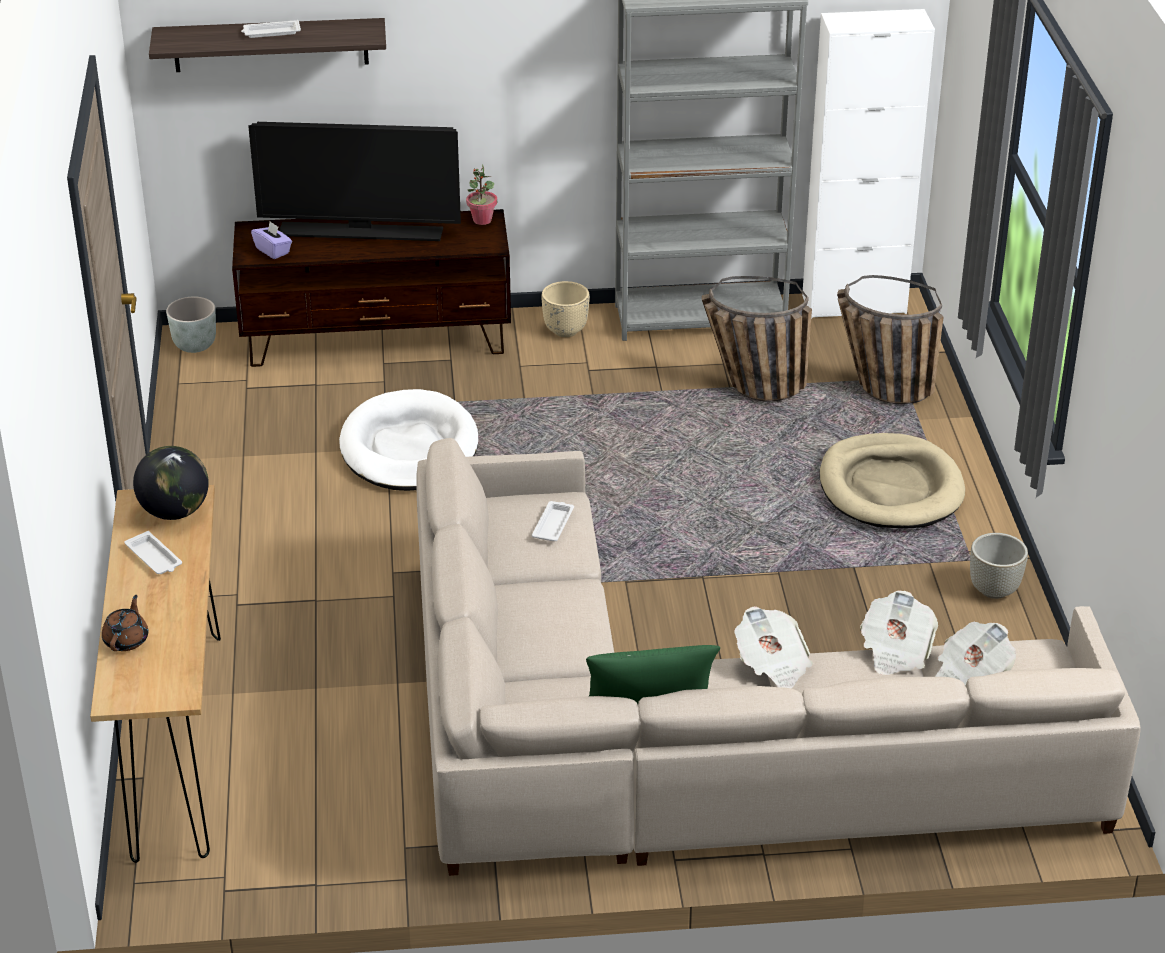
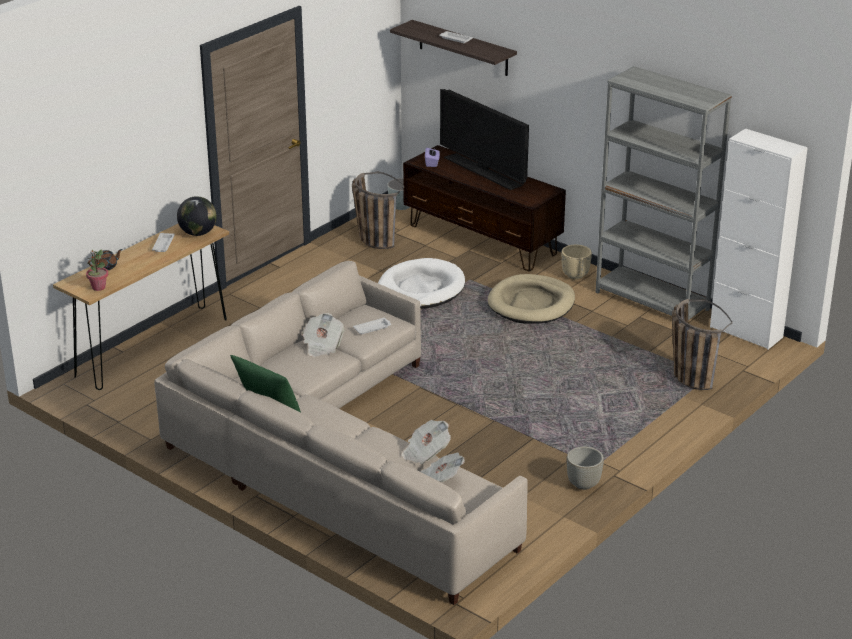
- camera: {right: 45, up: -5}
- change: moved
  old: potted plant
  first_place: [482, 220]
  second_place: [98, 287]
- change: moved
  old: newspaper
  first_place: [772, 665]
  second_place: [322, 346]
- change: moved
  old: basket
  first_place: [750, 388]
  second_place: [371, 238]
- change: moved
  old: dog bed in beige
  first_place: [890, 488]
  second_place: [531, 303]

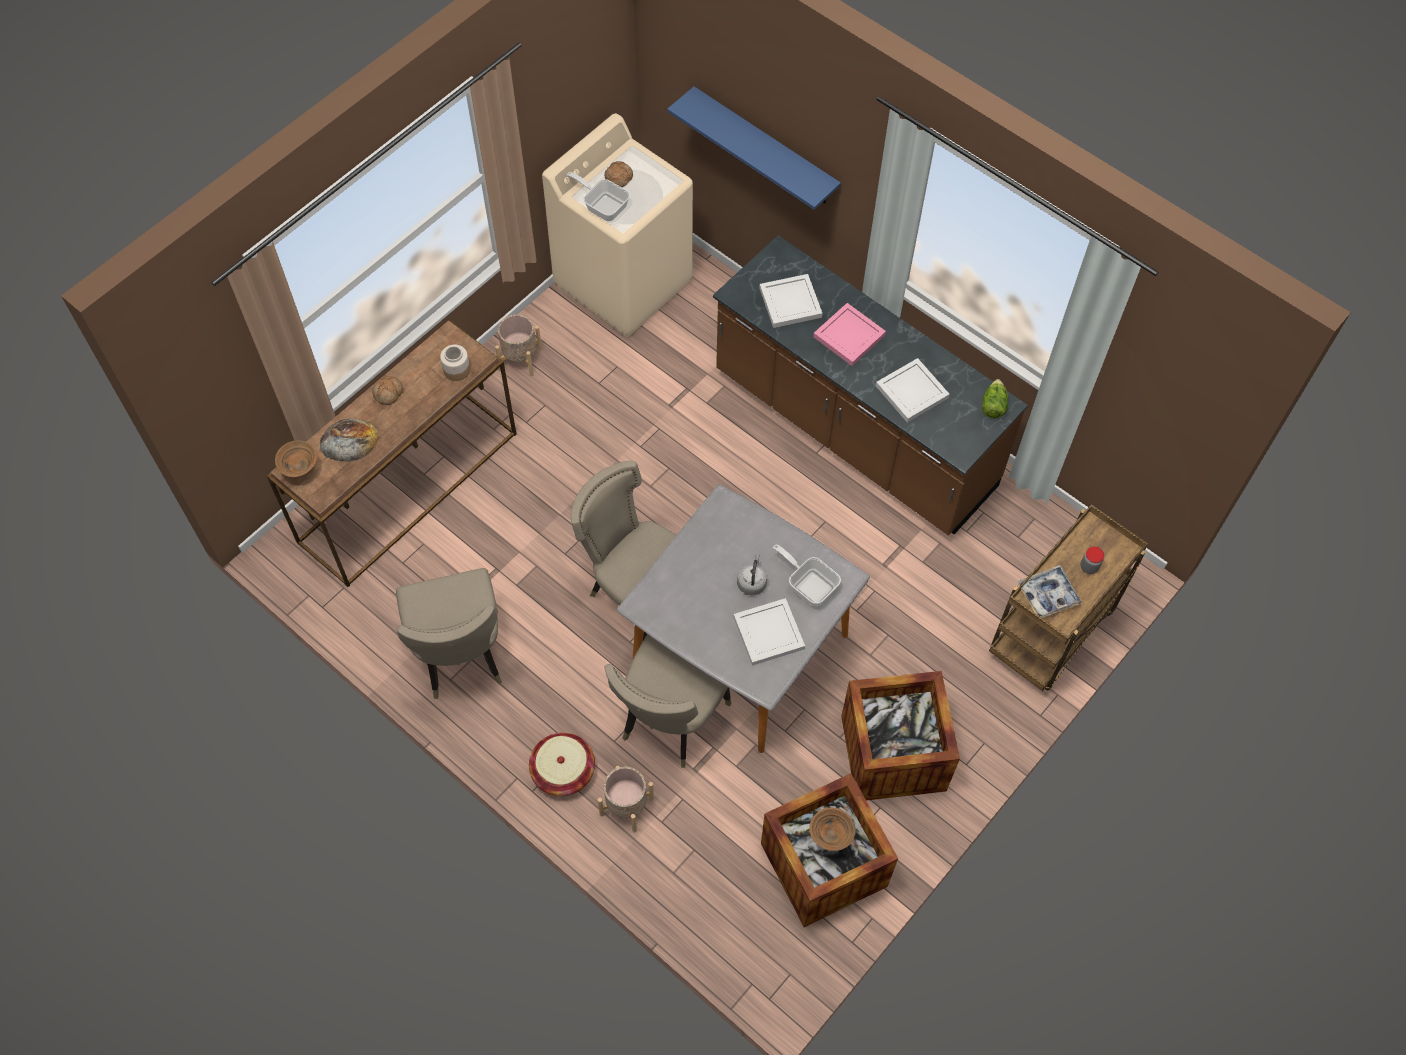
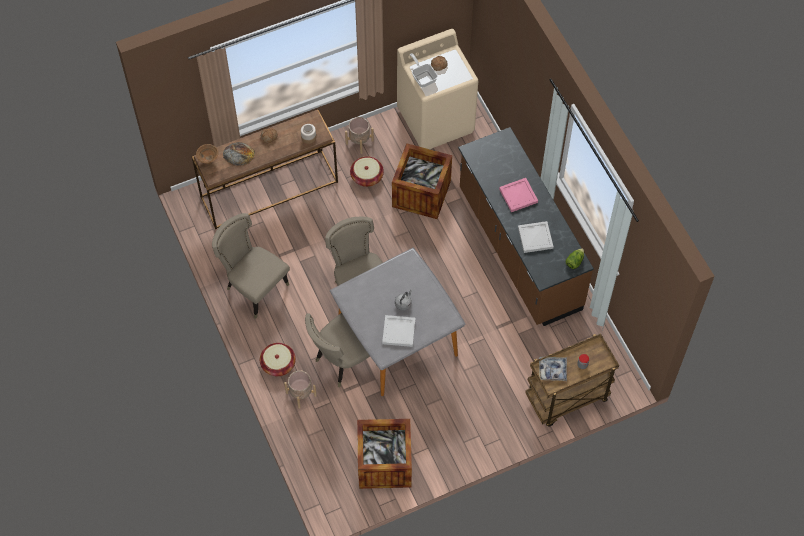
- camera: {right: 25, up: 0}
- change: turned
  old: chair in beige
  first_place: [460, 658]
  second_place: [254, 287]
  degrees: 120
- change: added
  new: basket
  second_place: [367, 176]
- change: moved
  old: crate
  first_place: [893, 753]
  second_place: [421, 193]
- change: removed
  old: shelf in blue
  first_place: [765, 147]
- change: removed
  old: tray in white
  first_place: [791, 302]
- change: removed
  old: frying pan
  first_place: [809, 584]
- change: removed
  old: bowl in brown
  first_place: [831, 837]

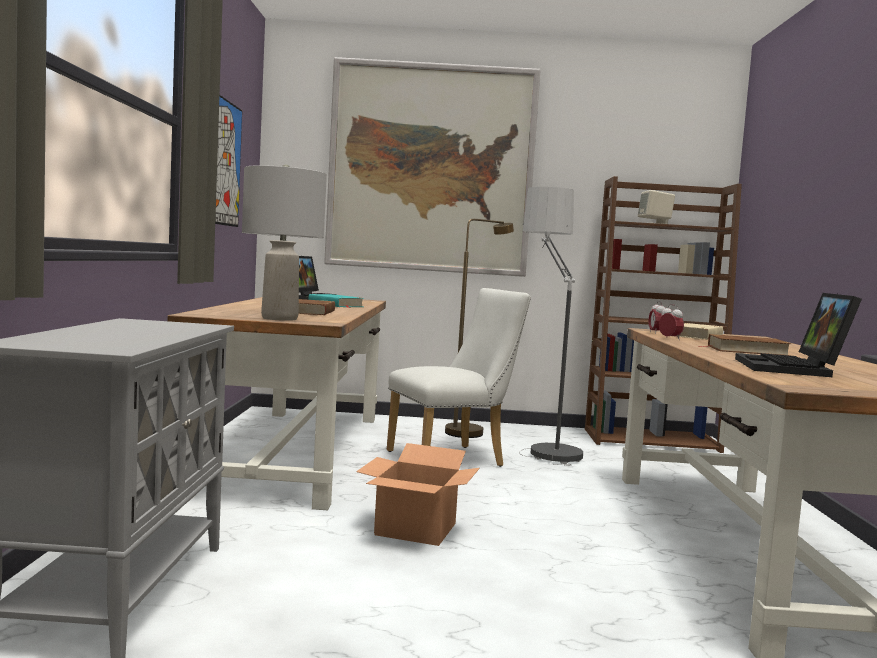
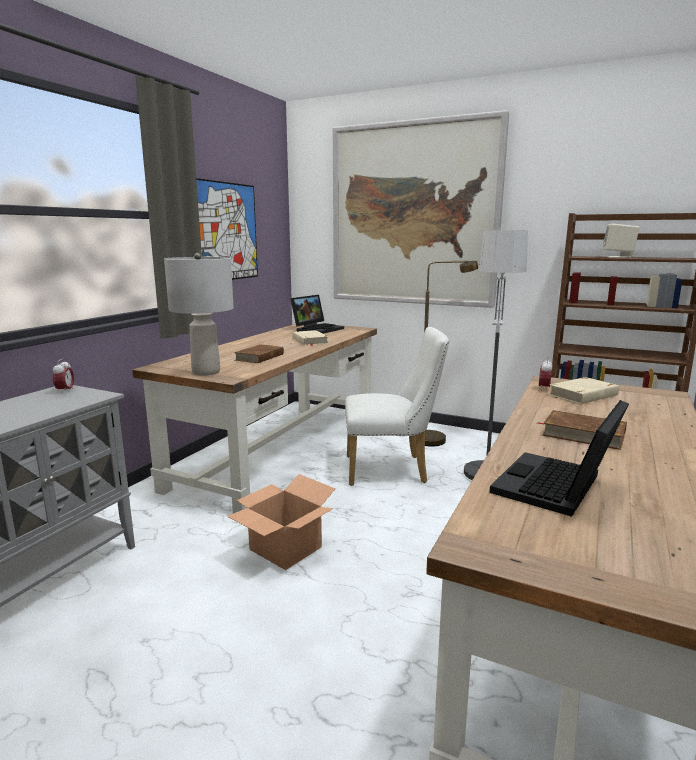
- camera: {right: 25, up: 10}
- change: moved
  old: alarm clock
  first_place: [670, 339]
  second_place: [65, 391]
- change: recoloured
  old: book in turquoise
  new: book in beige
  first_place: [335, 305]
  second_place: [310, 341]

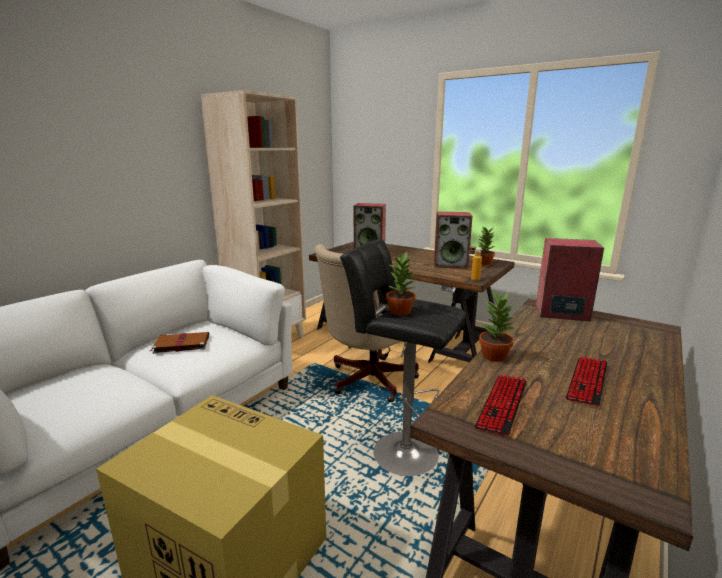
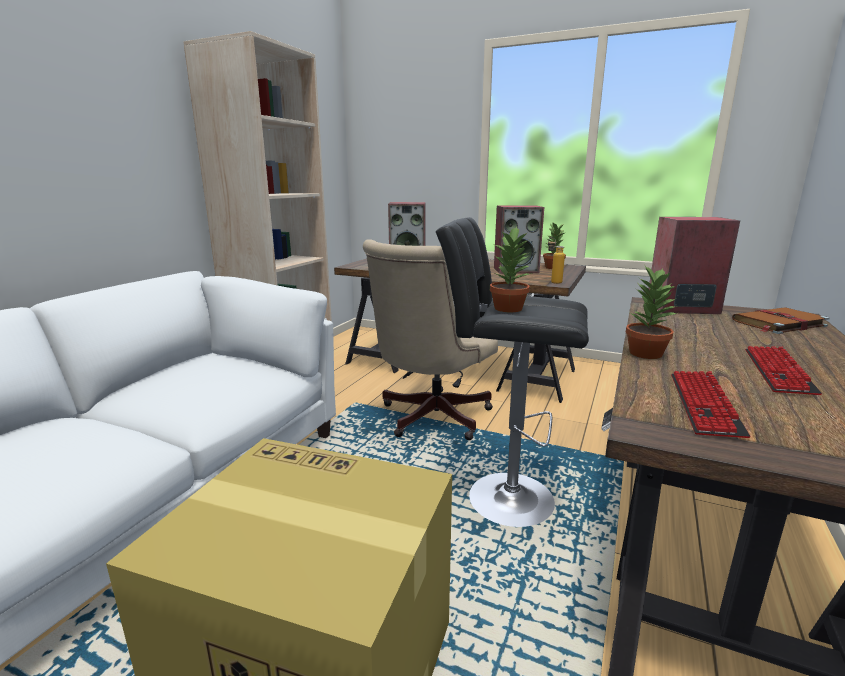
- camera: {right: -10, up: 0}
- change: moved
  old: book in brown
  first_place: [181, 344]
  second_place: [777, 323]

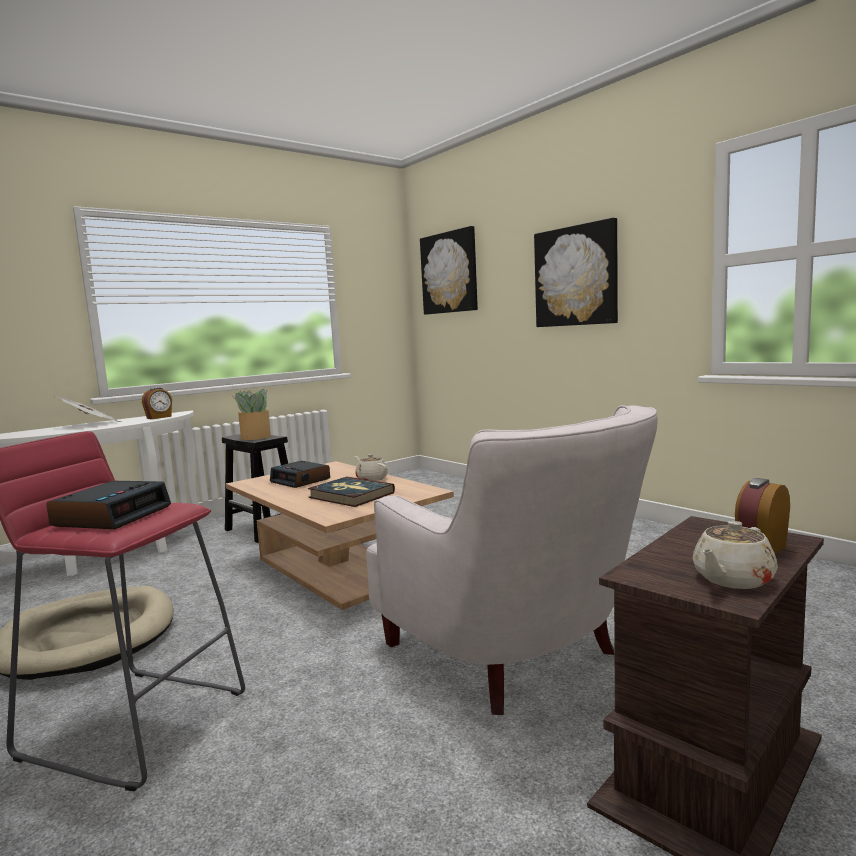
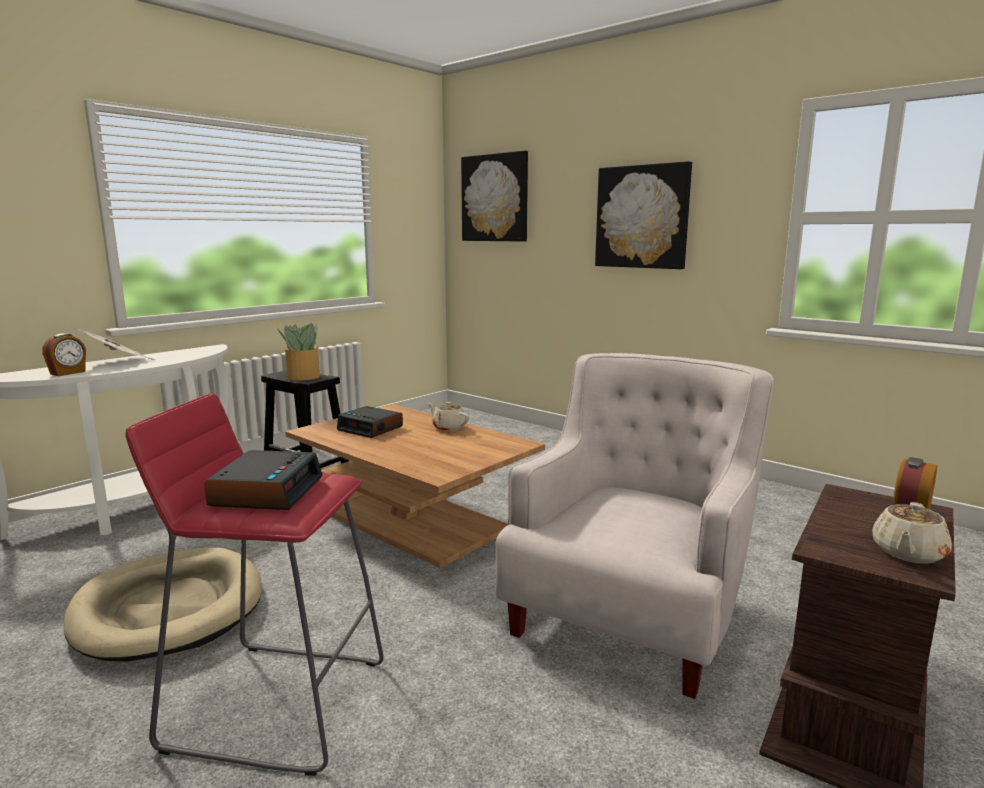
- camera: {right: -10, up: 5}
- change: moved
  old: alarm clock
  first_place: [159, 417]
  second_place: [68, 373]
- change: turned
  old: armchair in white
  first_place: [513, 654]
  second_place: [632, 609]
  degrees: -105
- change: removed
  old: book
  first_place: [351, 495]

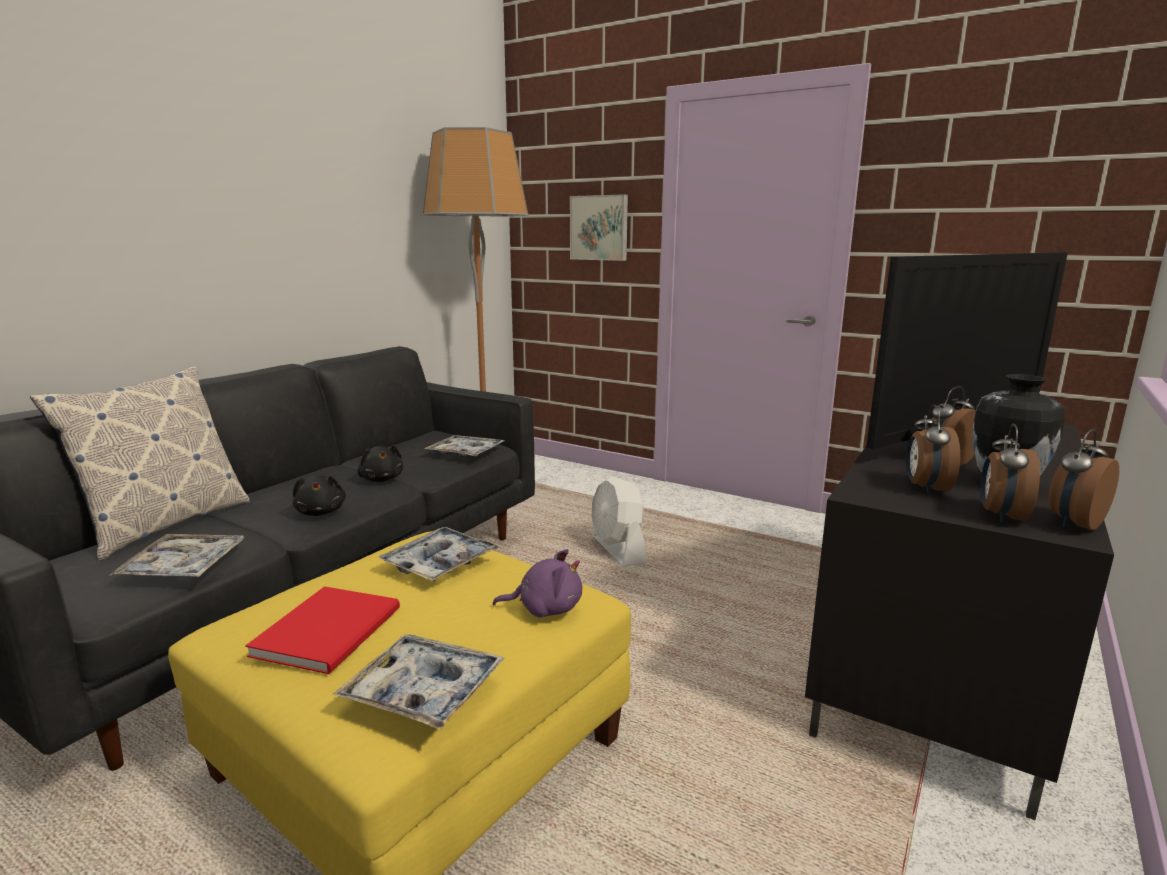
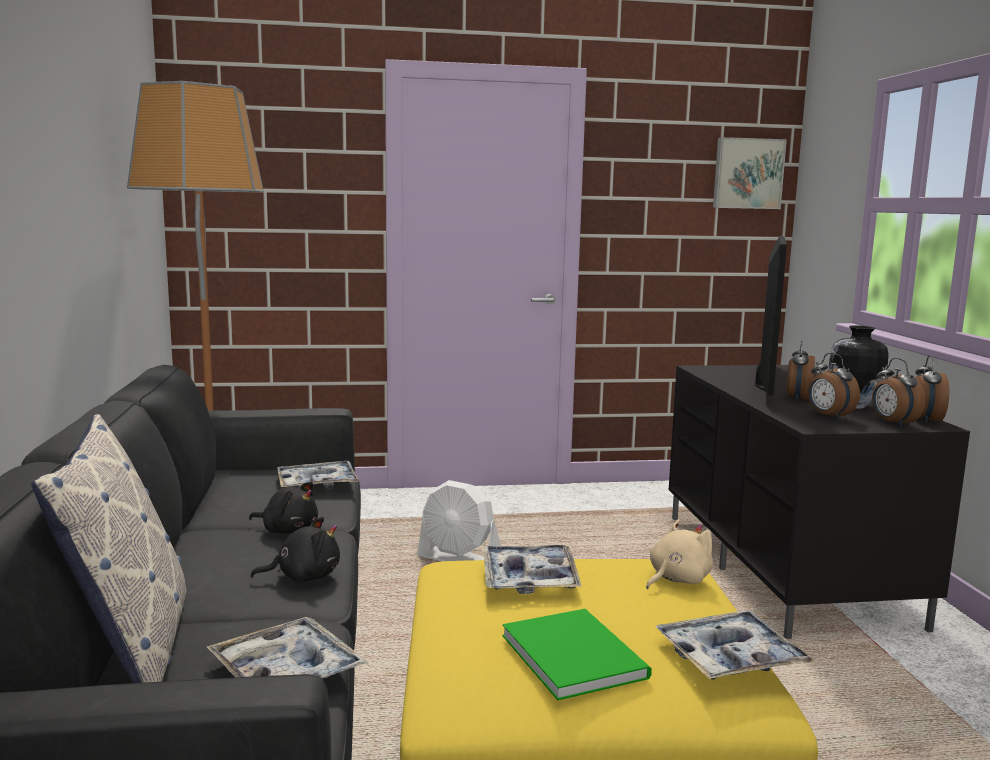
- camera: {right: -40, up: -5}
- change: turned
  old: plush toy in black
  first_place: [321, 512]
  second_place: [304, 576]
  degrees: -45
- change: recoloured
  old: book in red
  new: book in green
  first_place: [333, 630]
  second_place: [574, 653]
- change: recoloured
  old: plush toy in purple
  new: plush toy in beige
  first_place: [545, 608]
  second_place: [677, 579]
- change: moved
  old: picture
  first_place: [599, 228]
  second_place: [747, 173]

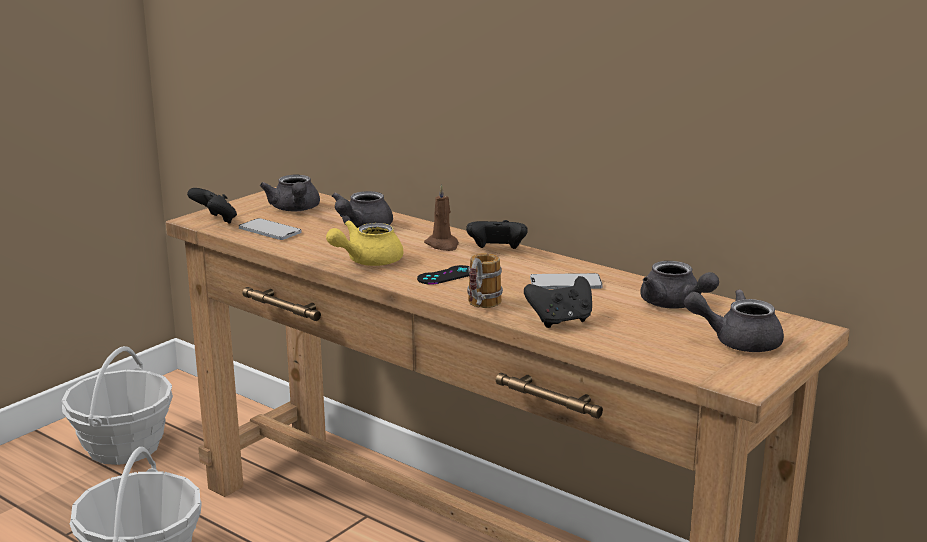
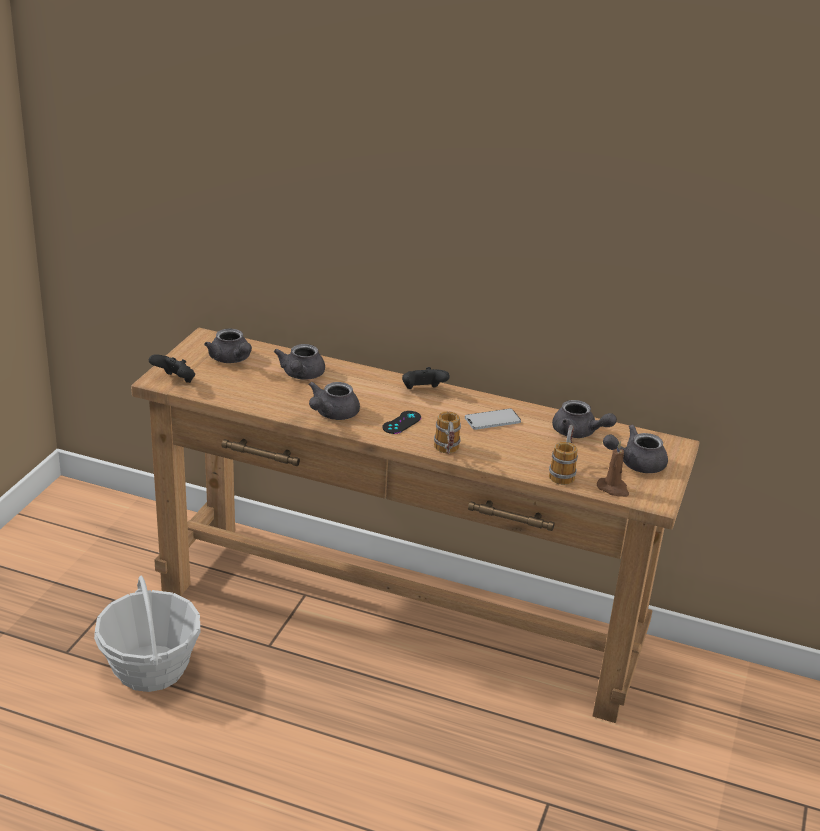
- camera: {right: -20, up: 10}
- change: recoloured
  old: teapot in yellow
  new: teapot in grey
  first_place: [367, 261]
  second_place: [332, 414]
- change: added
  new: mug
  second_place: [563, 471]
- change: moved
  old: candle in brown
  first_place: [442, 245]
  second_place: [613, 489]
- change: removed
  old: basket
  first_place: [123, 447]
- change: removed
  old: phone
  first_place: [270, 231]
- change: removed
  old: game controller in black
  first_place: [561, 321]

